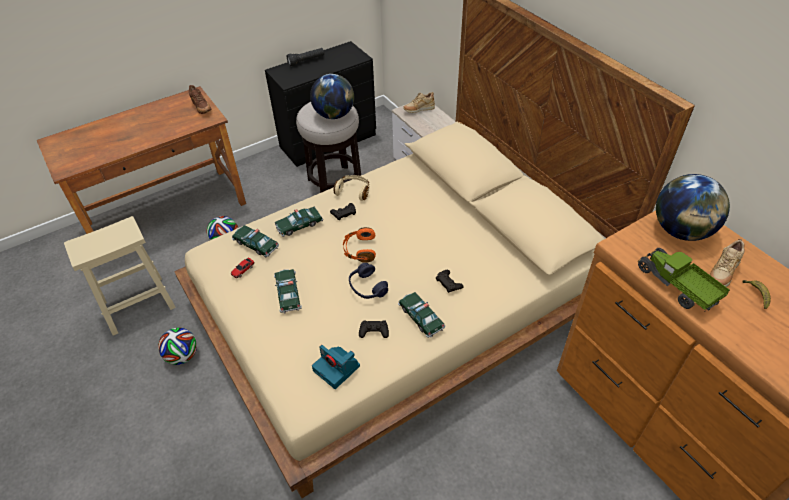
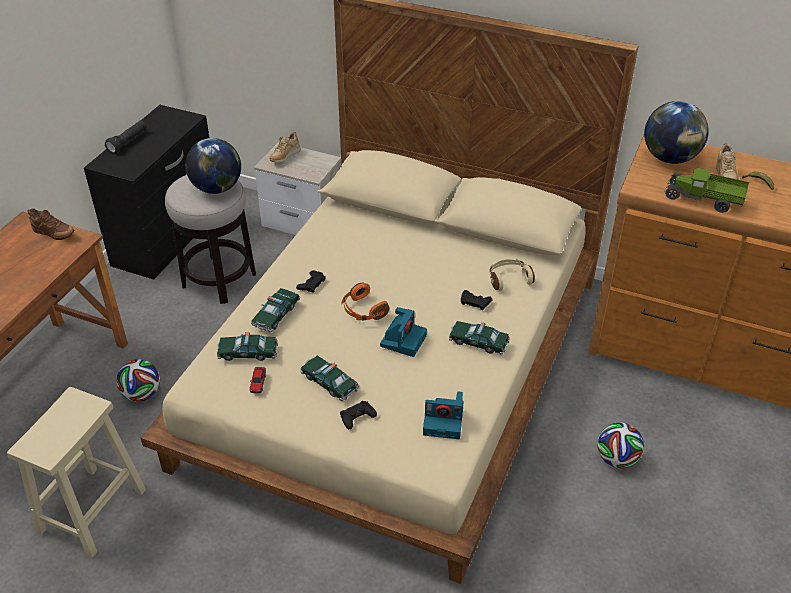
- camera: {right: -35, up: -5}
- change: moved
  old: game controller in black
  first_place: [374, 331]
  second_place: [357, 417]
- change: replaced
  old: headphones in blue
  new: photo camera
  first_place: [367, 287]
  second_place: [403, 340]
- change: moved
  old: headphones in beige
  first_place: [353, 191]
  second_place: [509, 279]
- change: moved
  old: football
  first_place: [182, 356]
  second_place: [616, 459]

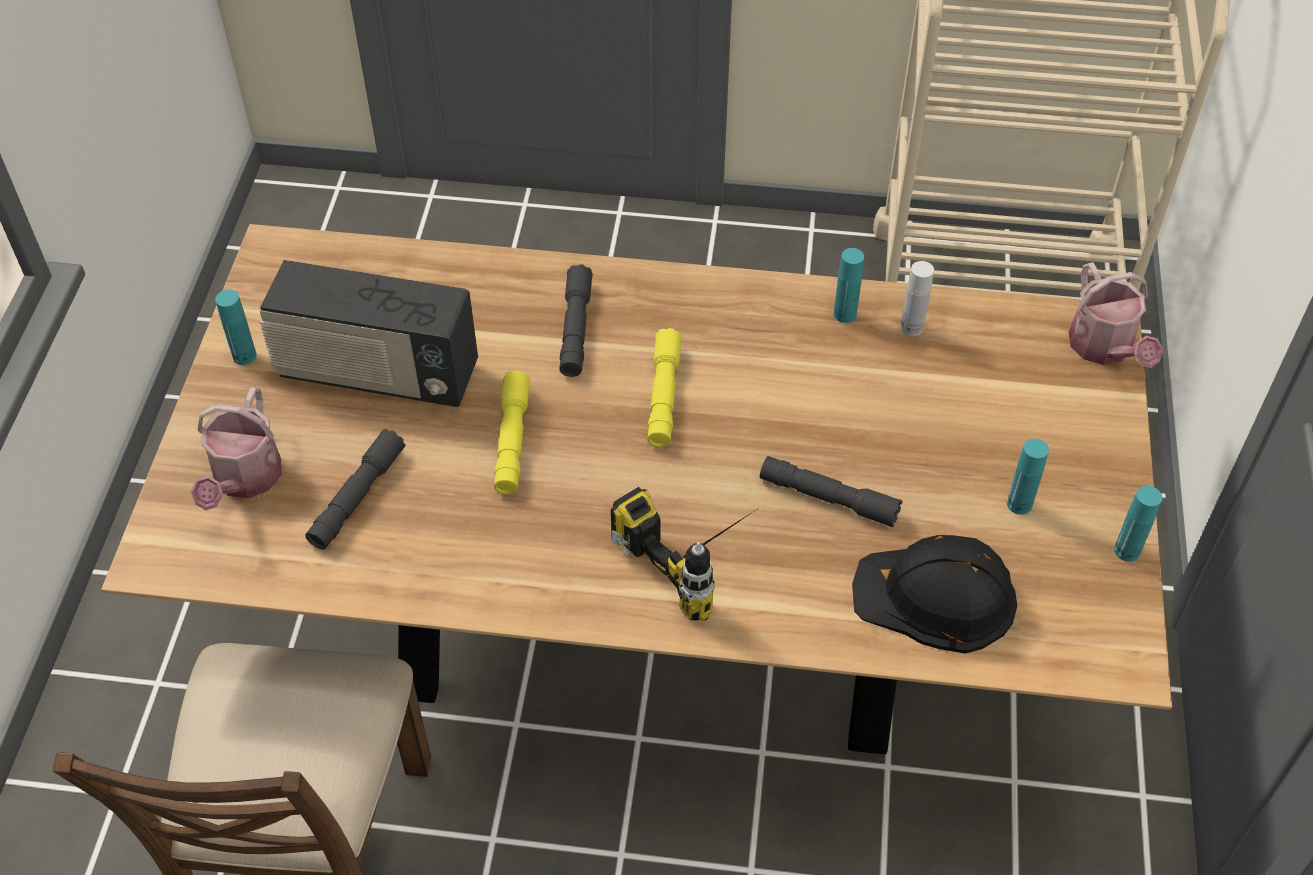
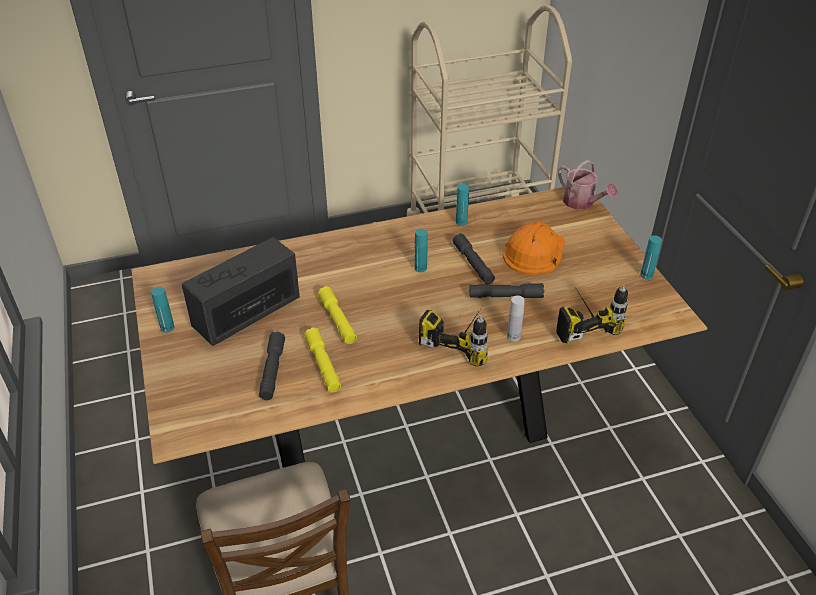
- camera: {right: -25, up: -10}
- change: turned
  old: radio
  first_place: [378, 374]
  second_place: [247, 313]
  degrees: 150
- change: moved
  old: flashlight in yellow
  first_place: [663, 395]
  second_place: [323, 365]
- change: moved
  old: bottle in turquoise
  first_place: [1019, 504]
  second_place: [420, 268]
- change: moved
  old: flashlight in grey
  first_place: [575, 329]
  second_place: [473, 264]
- change: added
  new: hard hat in orange
  second_place: [534, 252]
- change: moved
  old: bottle in white
  first_place: [911, 327]
  second_place: [513, 336]
- change: replaced
  old: hard hat in black
  new: power drill
  first_place: [936, 597]
  second_place: [581, 319]
- change: removed
  old: watering can
  first_place: [244, 480]

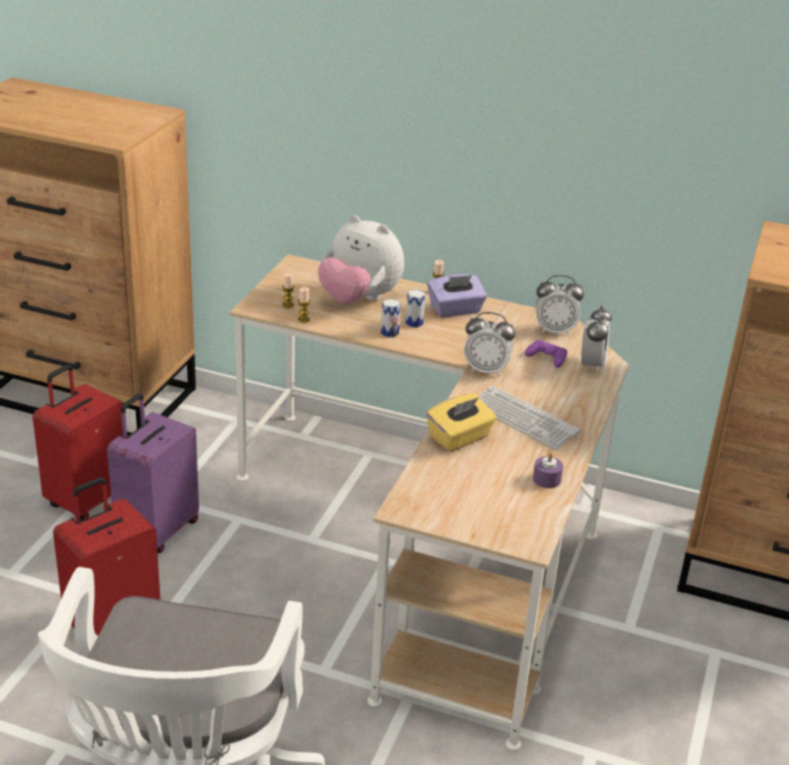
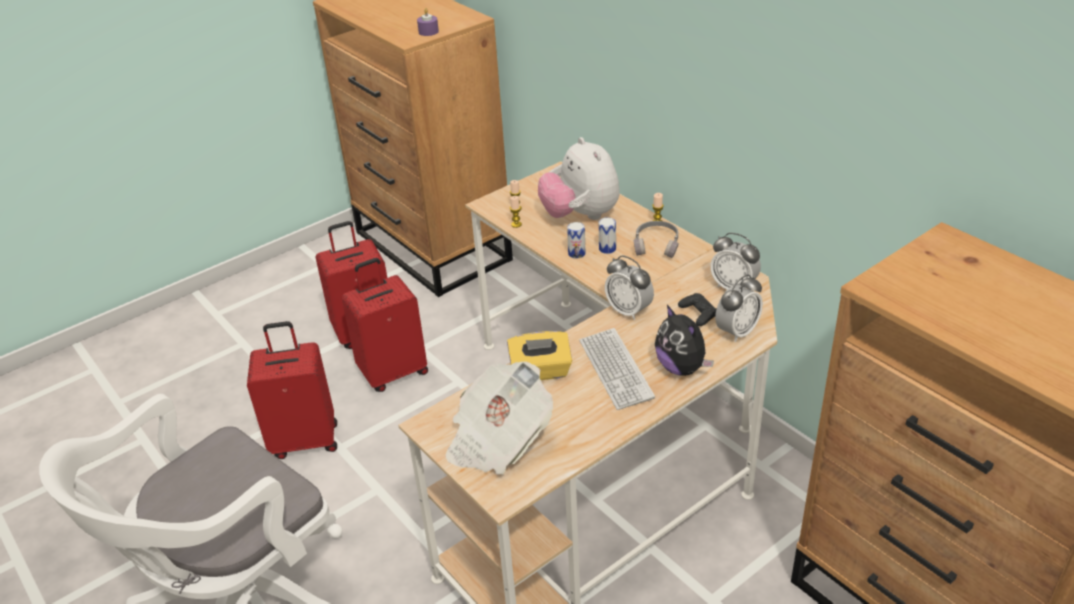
- camera: {right: 35, up: 5}
- change: recoloured
  old: suitcase in purple
  new: suitcase in red
  first_place: [157, 530]
  second_place: [393, 372]
- change: moved
  old: candle in purple
  first_place: [546, 479]
  second_place: [428, 32]
- change: added
  new: newspaper
  second_place: [498, 439]
- change: replaced
  old: tissue box in purple
  new: headphones in grey
  first_place: [455, 310]
  second_place: [657, 245]
- change: added
  new: plush toy
  second_place: [682, 368]
- change: recoloured
  old: game controller in purple
  new: game controller in black
  first_place: [547, 358]
  second_place: [698, 313]

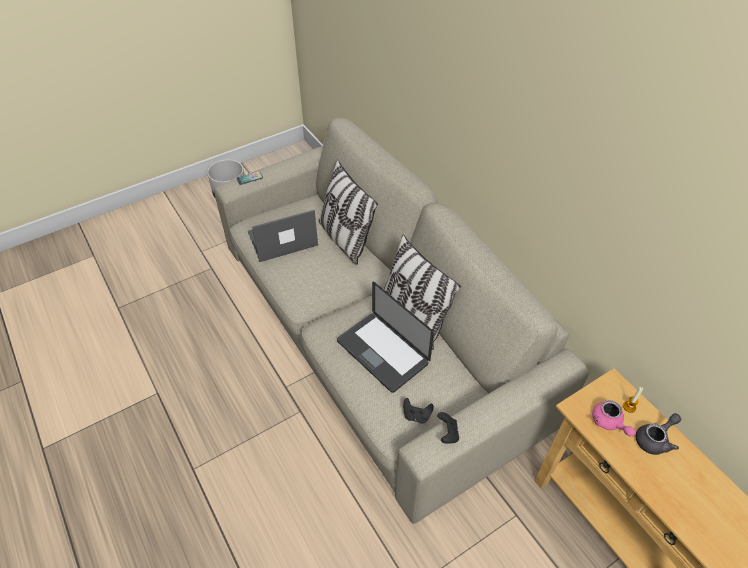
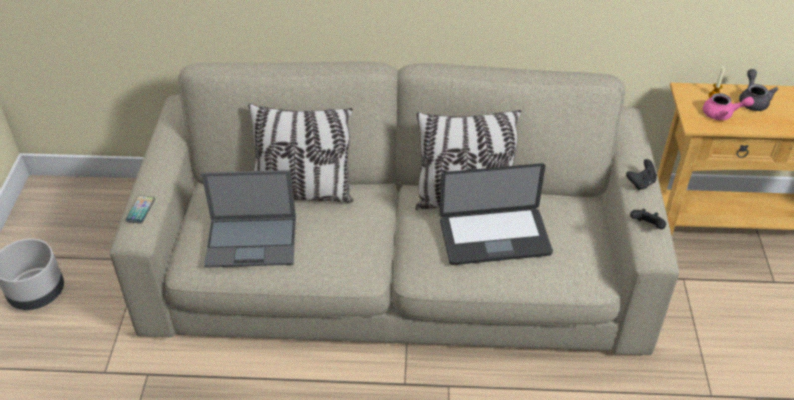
- camera: {right: -55, up: -5}
- change: turned
  old: laptop
  first_place: [282, 239]
  second_place: [253, 241]
  degrees: -105
- change: moved
  old: game controller in black
  first_place: [416, 415]
  second_place: [641, 183]

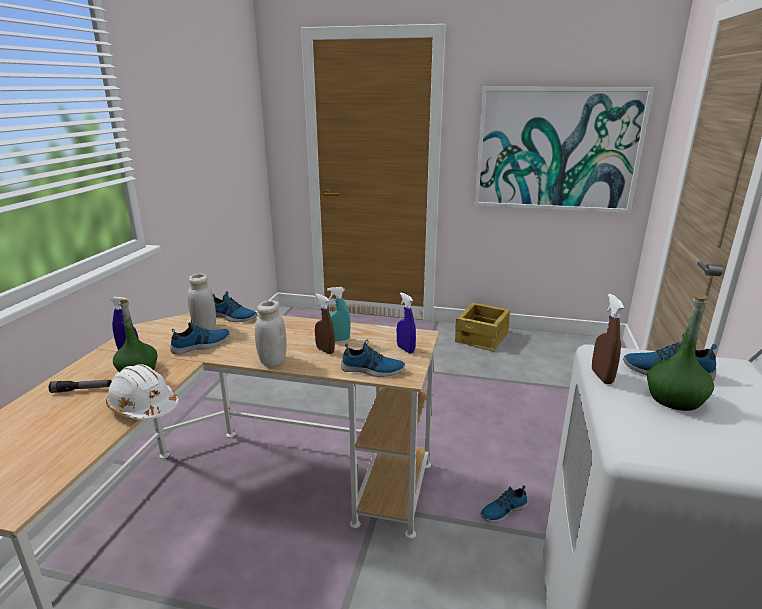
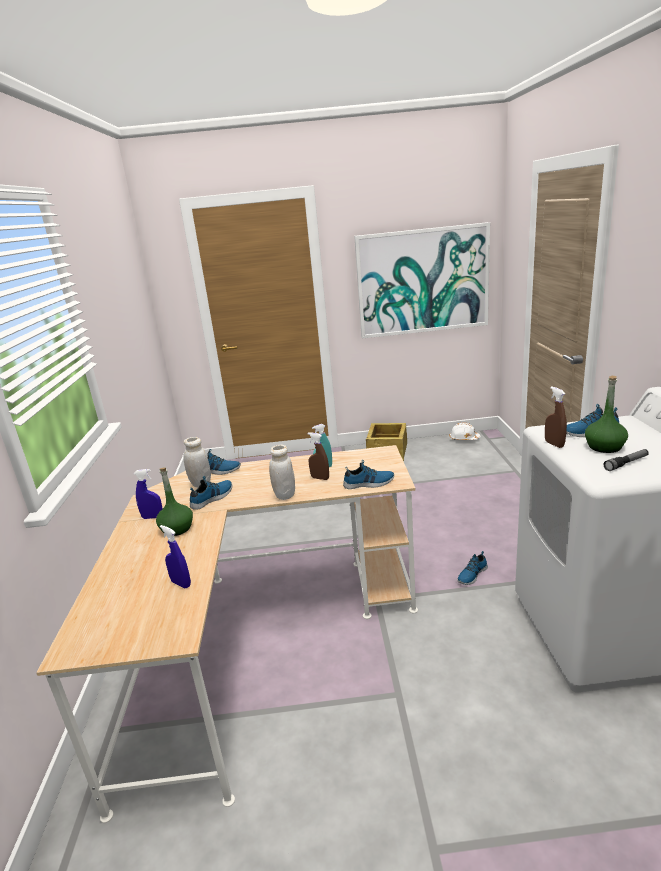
- camera: {right: -15, up: 0}
- change: moved
  old: spray bottle in blue
  first_place: [405, 349]
  second_place: [181, 583]
- change: moved
  old: hard hat in white
  first_place: [144, 406]
  second_place: [464, 439]
- change: moved
  old: flashlight
  first_place: [82, 390]
  second_place: [626, 463]

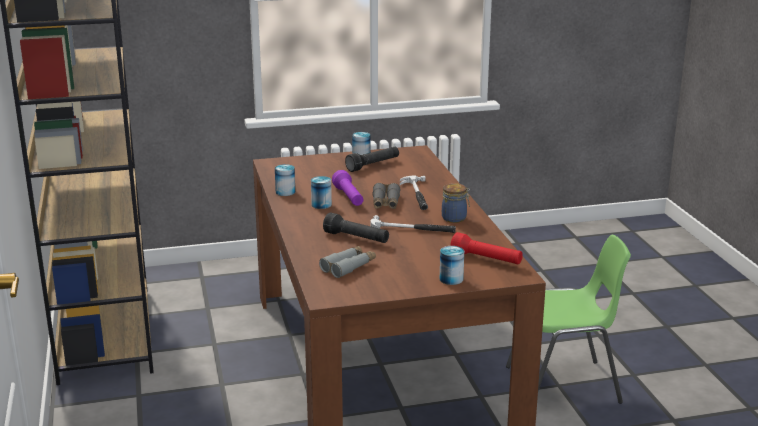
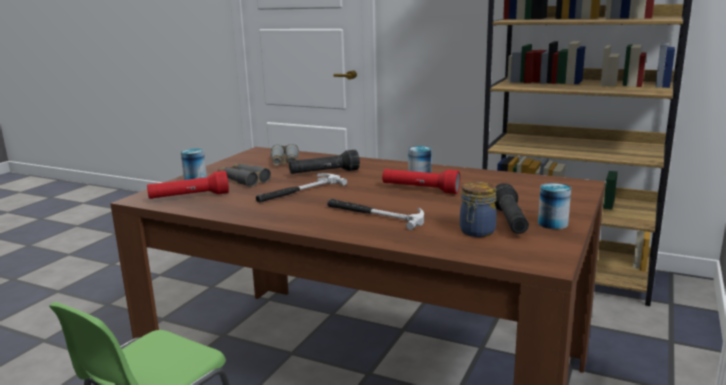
- camera: {right: 130, up: -5}
- change: moved
  old: binoculars in grey
  first_place: [385, 203]
  second_place: [243, 180]
- change: recoloured
  old: flashlight in purple
  new: flashlight in red
  first_place: [349, 197]
  second_place: [420, 190]
- change: moved
  old: jar
  first_place: [455, 218]
  second_place: [476, 232]
- change: removed
  old: can
  first_place: [285, 192]

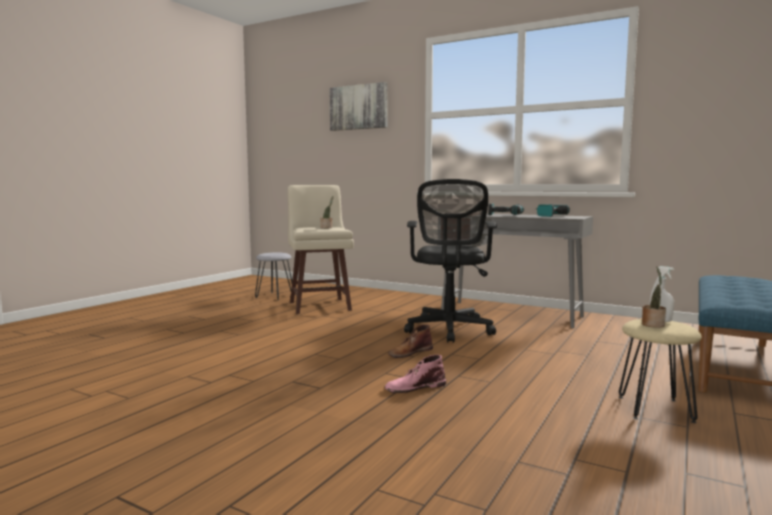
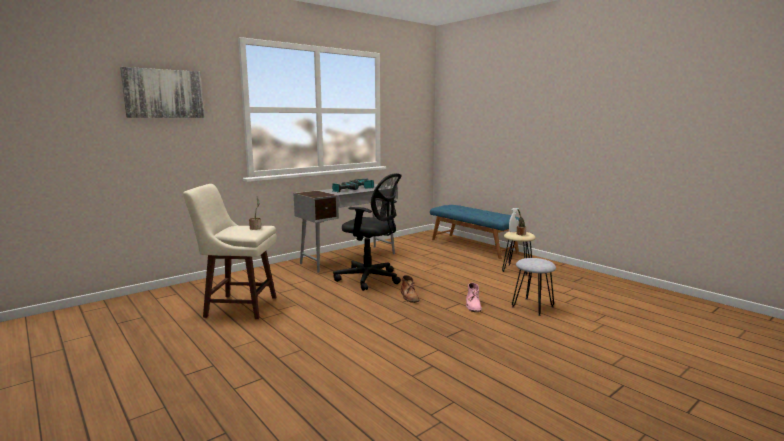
- camera: {right: -70, up: 5}
- change: moved
  old: stool in grey
  first_place: [274, 296]
  second_place: [532, 306]

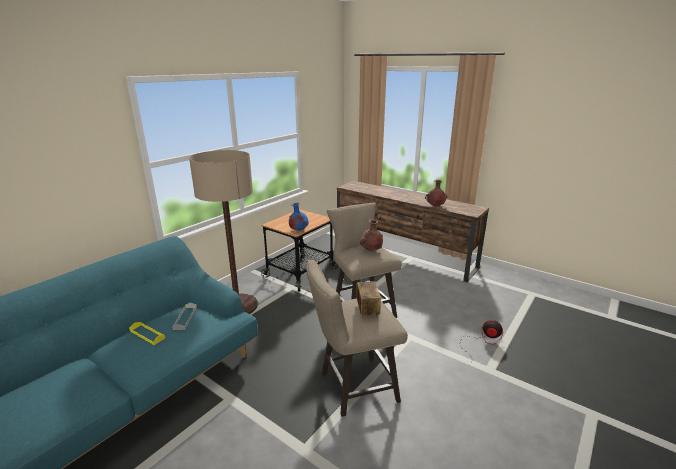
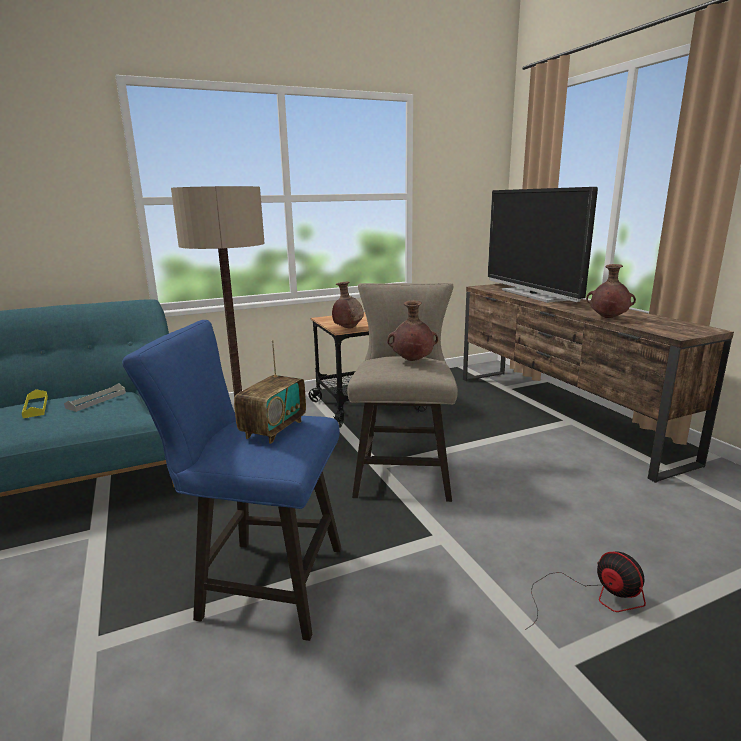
- camera: {right: 30, up: -5}
- change: recoloured
  old: stool in beige
  new: stool in blue
  first_place: [353, 387]
  second_place: [261, 582]
- change: recoloured
  old: vase in blue
  new: vase in brown
  first_place: [298, 230]
  second_place: [348, 328]
- change: added
  new: television
  second_place: [533, 295]

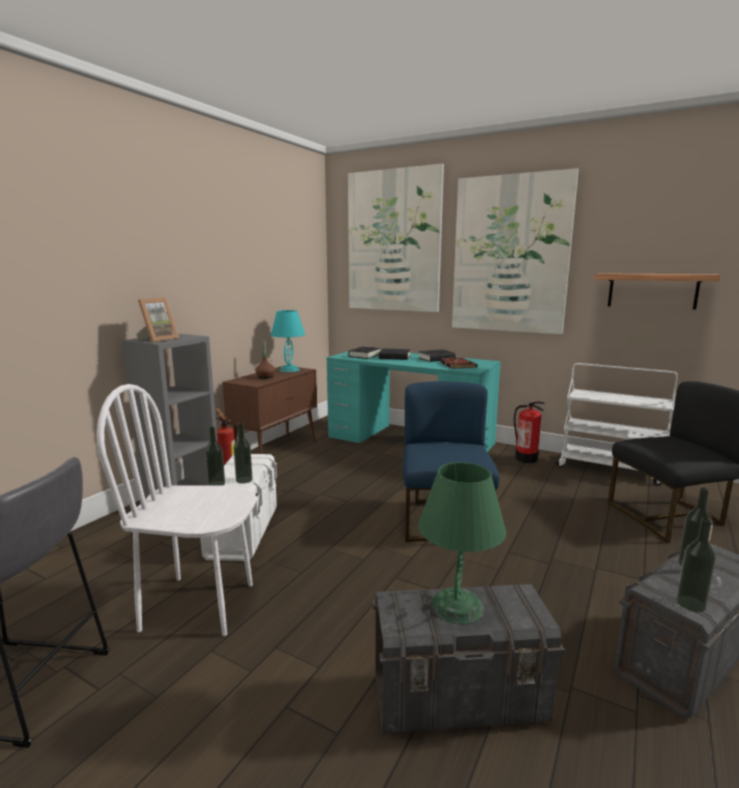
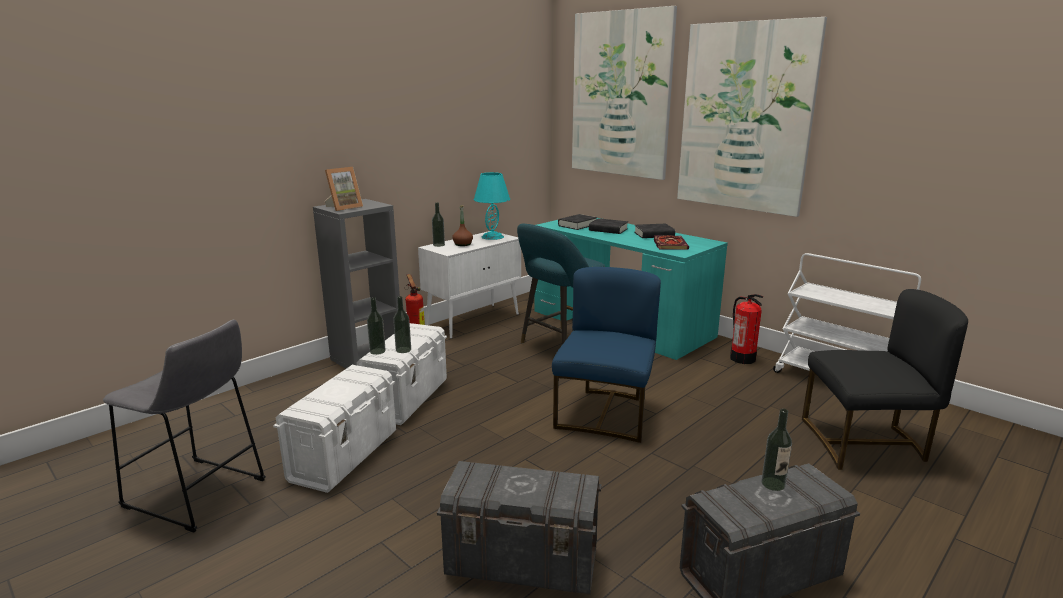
- camera: {right: 15, up: 5}
- change: replaced
  old: chair in white
  new: storage box in white
  first_place: [199, 605]
  second_place: [345, 455]
- change: recoloured
  old: cabinet in brown
  new: cabinet in white
  first_place: [276, 450]
  second_place: [474, 320]
- change: moved
  old: bottle
  first_place: [691, 603]
  second_place: [439, 245]
- change: added
  new: stool in turquoise
  second_place: [559, 346]
- change: removed
  old: table lamp in green
  first_place: [458, 606]
- change: removed
  old: shelf
  first_place: [652, 290]

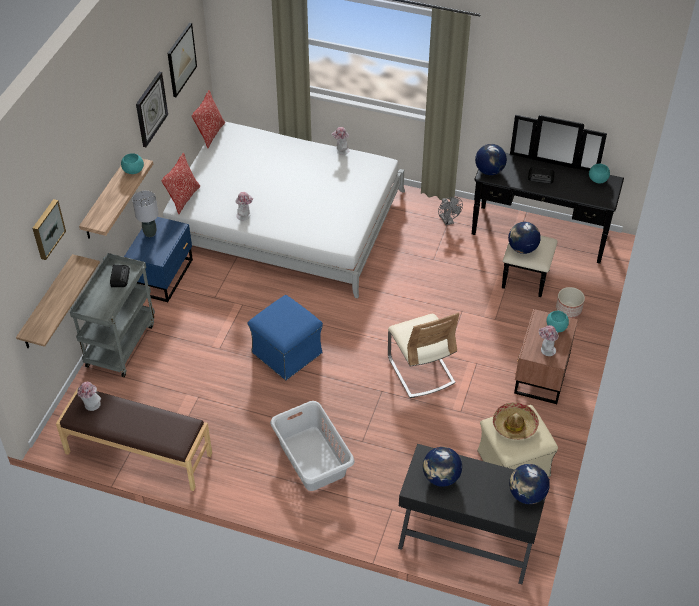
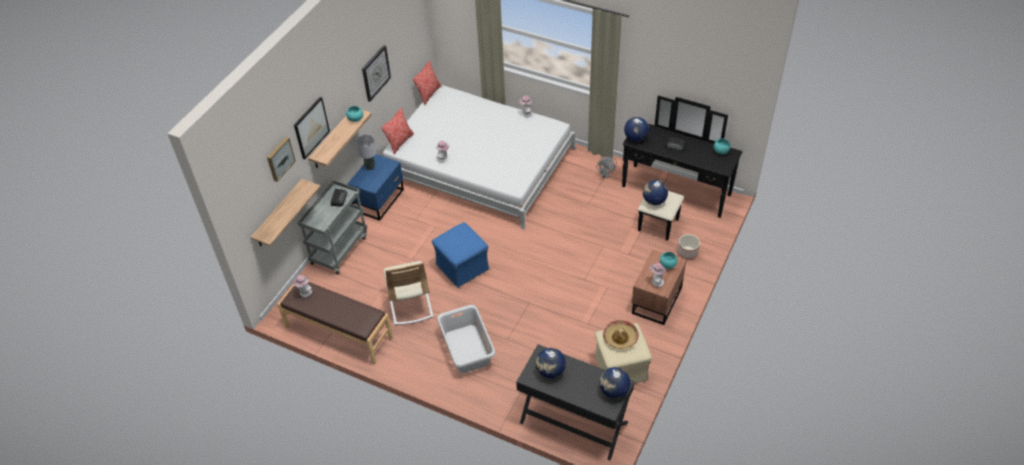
- camera: {right: 10, up: 0}
- change: moved
  old: picture
  first_place: [181, 59]
  second_place: [311, 127]
- change: moved
  old: chair in beige
  first_place: [420, 370]
  second_place: [410, 304]

